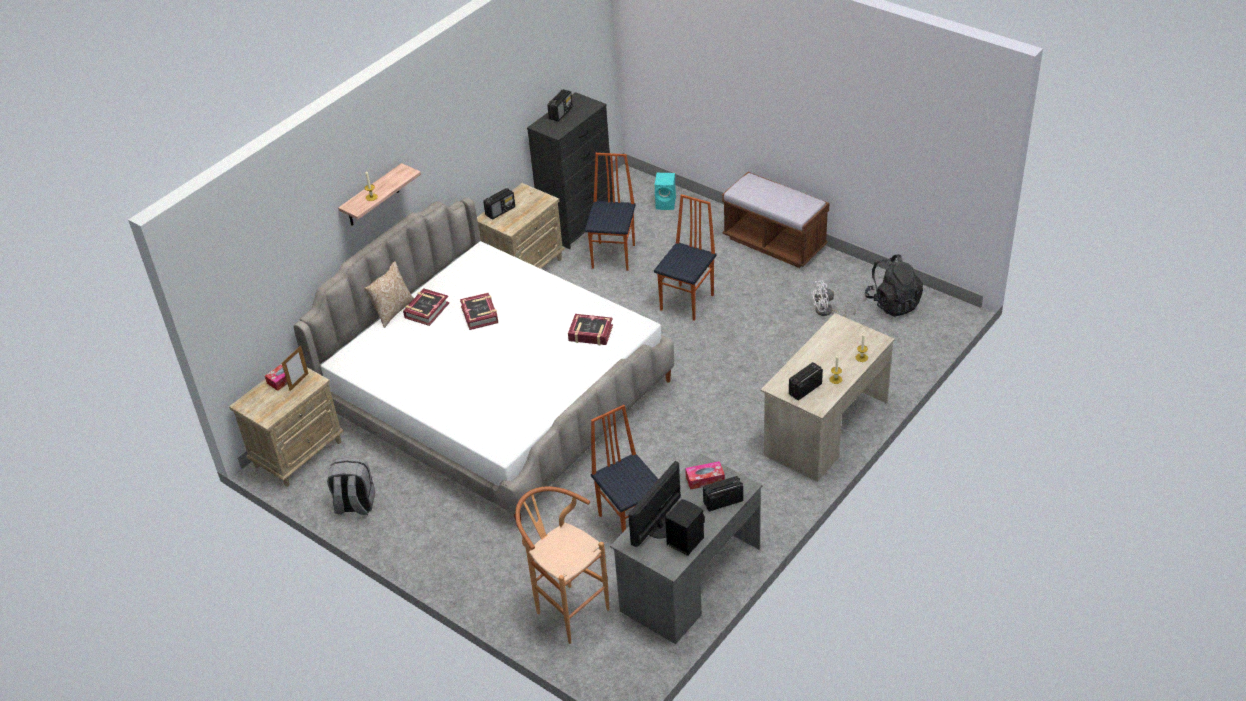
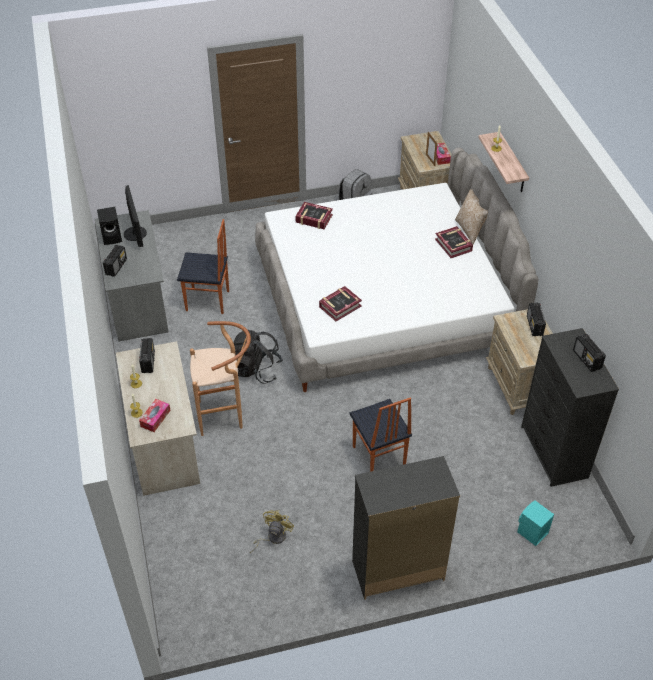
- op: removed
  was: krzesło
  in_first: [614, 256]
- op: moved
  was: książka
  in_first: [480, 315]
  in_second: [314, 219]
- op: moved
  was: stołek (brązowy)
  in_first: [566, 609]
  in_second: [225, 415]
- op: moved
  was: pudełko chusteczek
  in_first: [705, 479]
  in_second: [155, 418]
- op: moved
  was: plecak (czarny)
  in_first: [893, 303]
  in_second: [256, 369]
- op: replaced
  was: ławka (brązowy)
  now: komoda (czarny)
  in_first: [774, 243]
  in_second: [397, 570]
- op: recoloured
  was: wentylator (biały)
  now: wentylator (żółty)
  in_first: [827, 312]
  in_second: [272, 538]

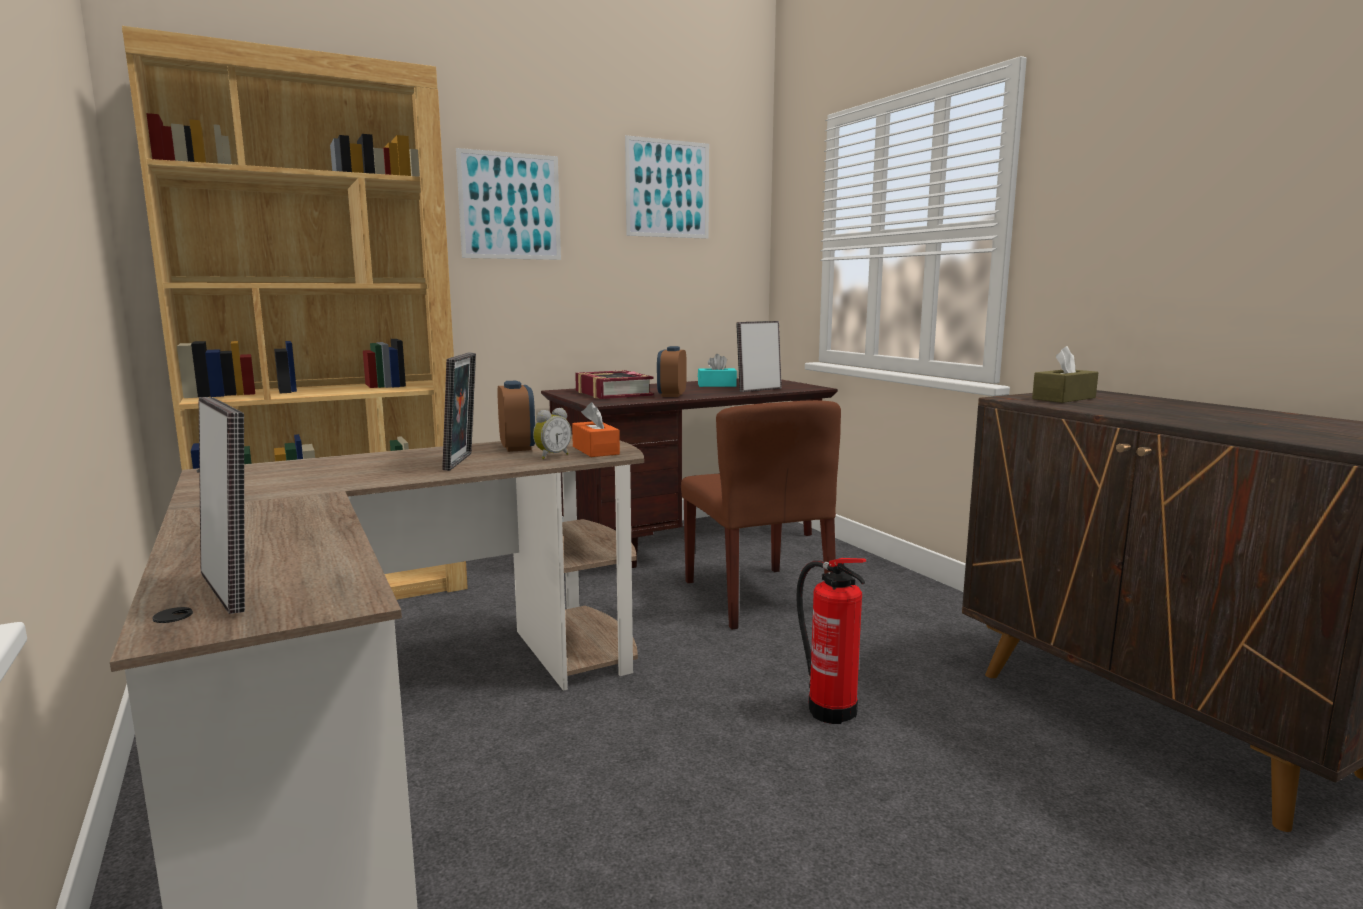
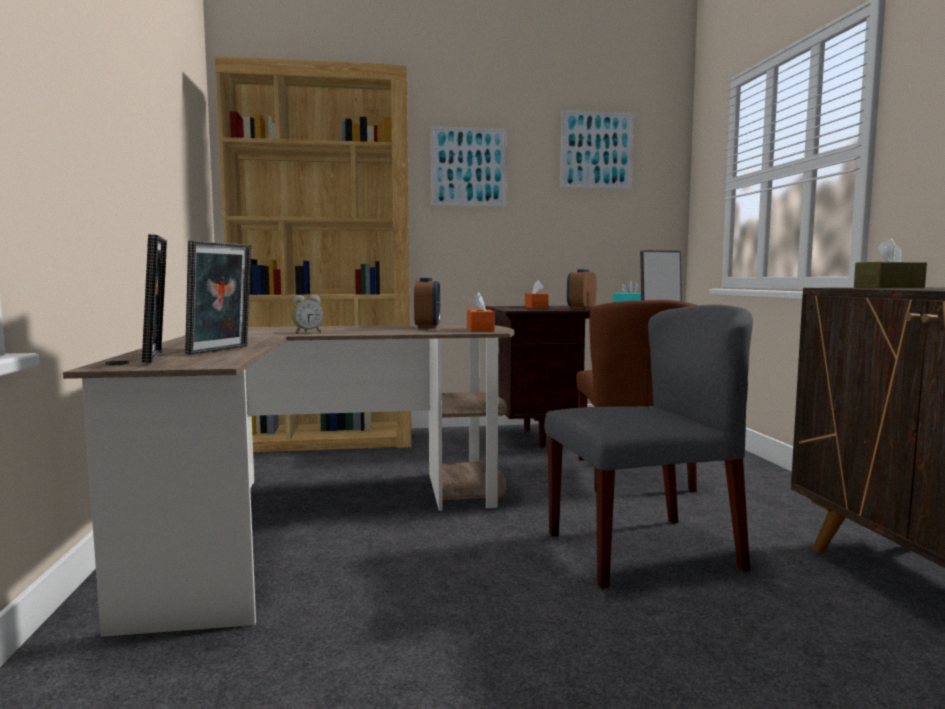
- op: moved
  was: ramka na zdjęcie
  in_first: [462, 462]
  in_second: [222, 350]
- op: moved
  was: budzik
  in_first: [551, 456]
  in_second: [307, 332]
- op: replaced
  was: książka
  now: pudełko chusteczek (pomarańczowy)
  in_first: [612, 393]
  in_second: [536, 307]
- op: replaced
  was: gaśnica
  now: krzesło (szary)
  in_first: [829, 708]
  in_second: [643, 550]

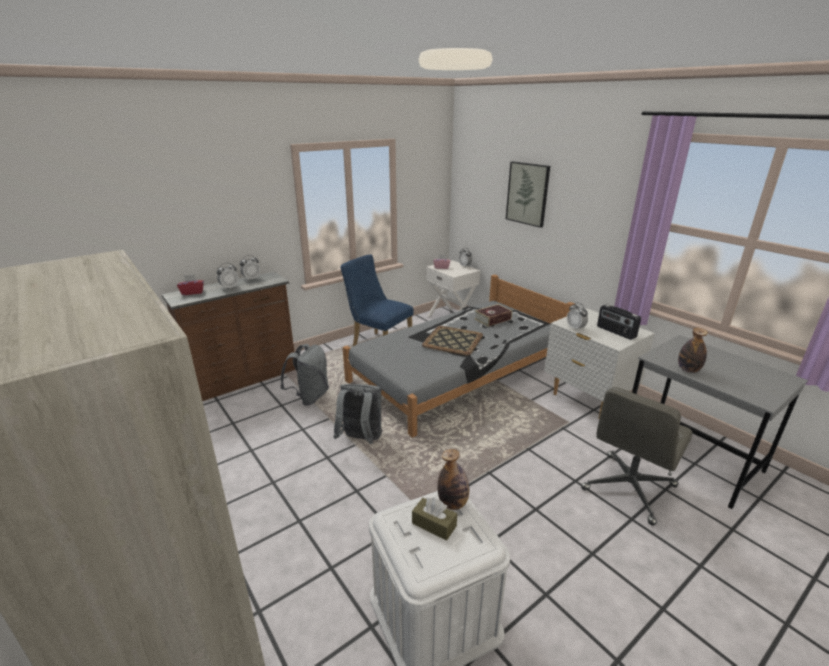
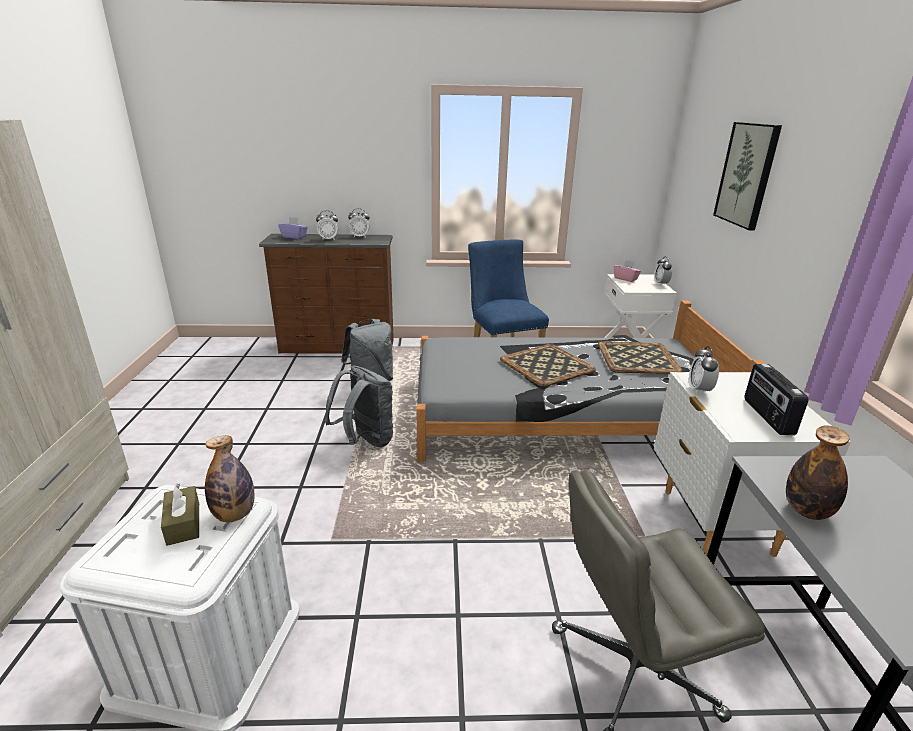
- op: replaced
  was: książka
  now: taca
  in_first: [493, 319]
  in_second: [637, 358]
- op: recoloured
  was: pudełko chusteczek (czerwony)
  now: pudełko chusteczek (fioletowy)
  in_first: [192, 292]
  in_second: [294, 237]

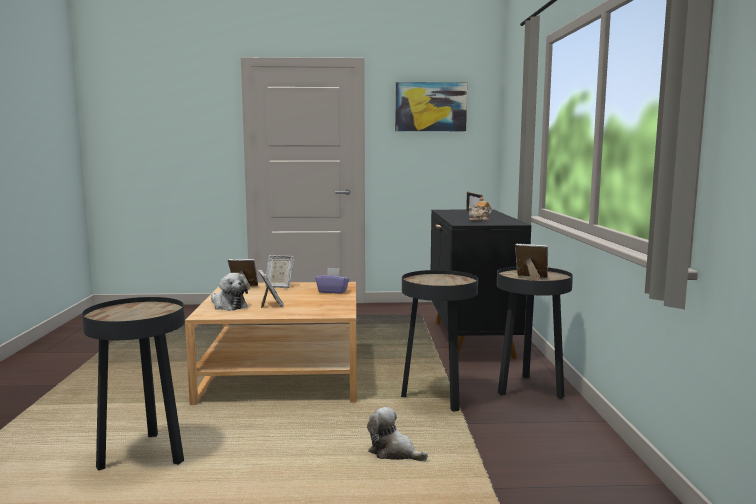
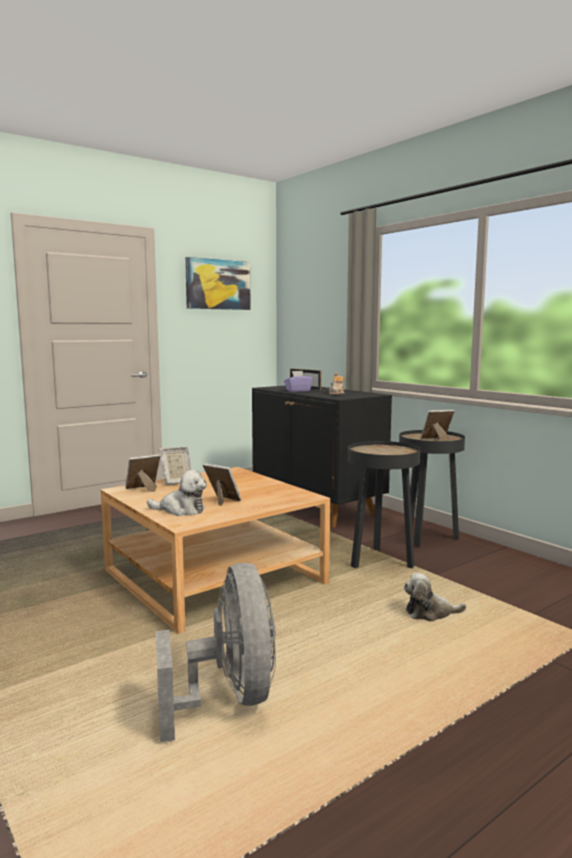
- op: moved
  was: pudełko chusteczek (fioletowy)
  in_first: [332, 291]
  in_second: [298, 391]
- op: replaced
  was: stolik (czarny)
  now: wentylator (szary)
  in_first: [144, 455]
  in_second: [229, 698]

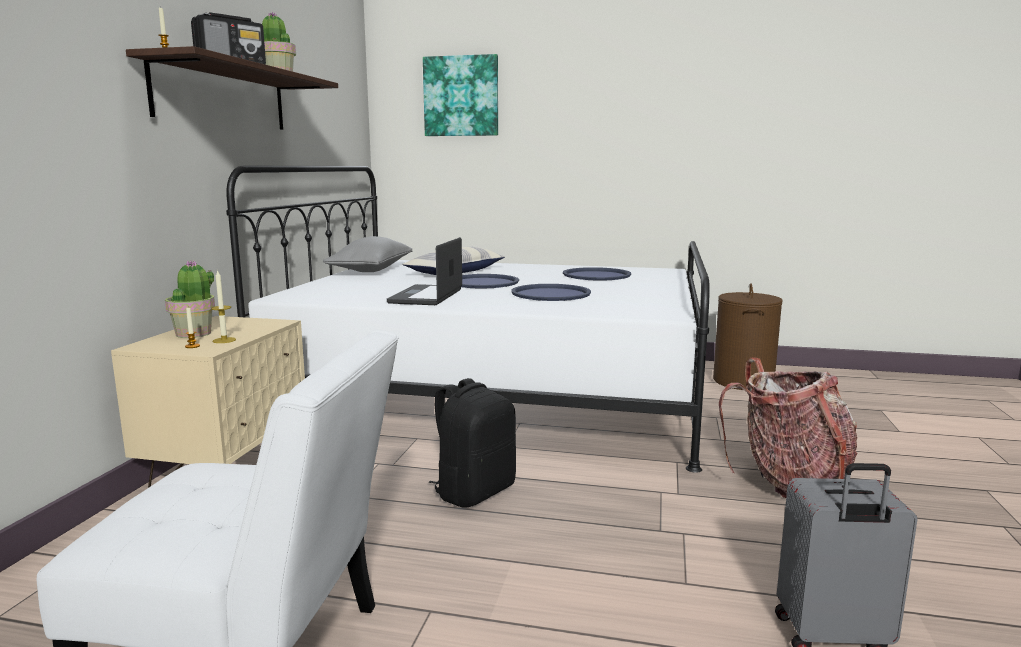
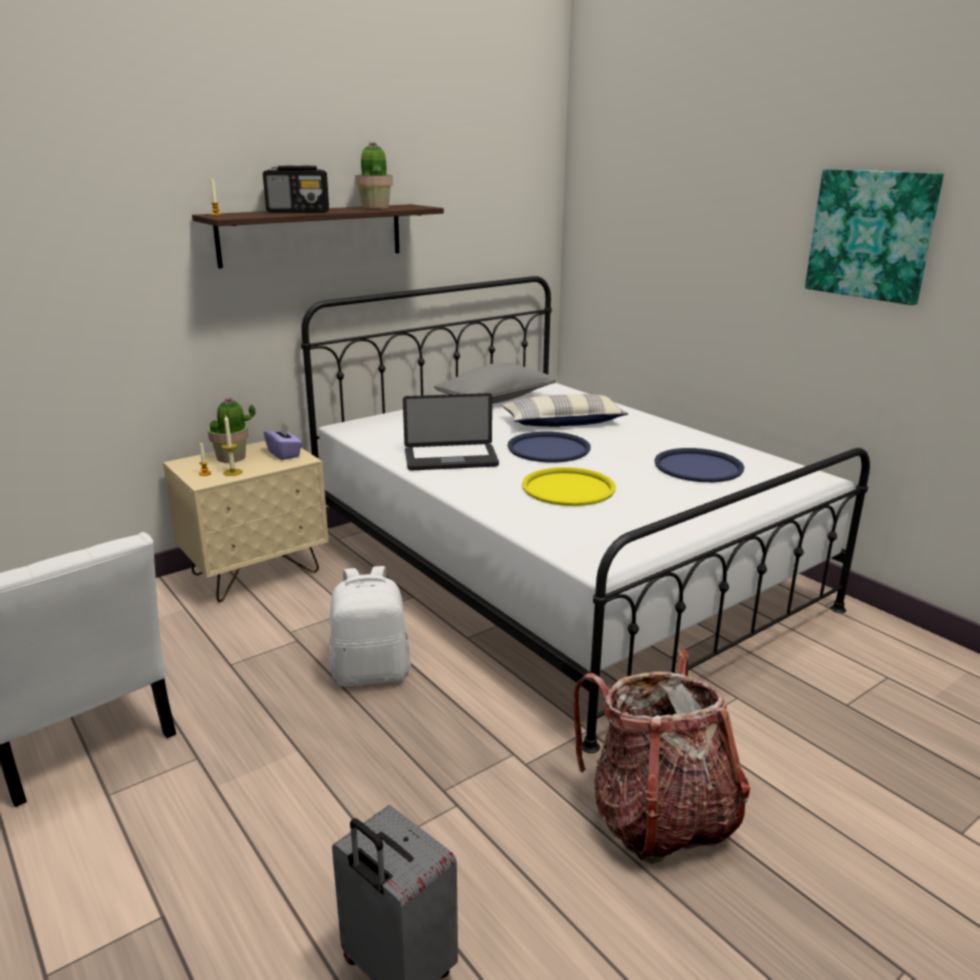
- op: removed
  was: kosz na pranie (brązowy)
  in_first: [743, 381]
- op: added
  now: pudełko chusteczek (fioletowy)
  in_second: [284, 454]
- op: moved
  was: obraz
  in_first: [461, 96]
  in_second: [871, 235]
- op: recoloured
  was: plecak (czarny)
  now: plecak (biały)
  in_first: [474, 491]
  in_second: [371, 673]
- op: recoloured
  was: taca (niebieski)
  now: taca (żółty)
  in_first: [551, 294]
  in_second: [568, 488]
- op: turned
  was: laptop
  in_first: [426, 296]
  in_second: [451, 459]
  clockwise: -150

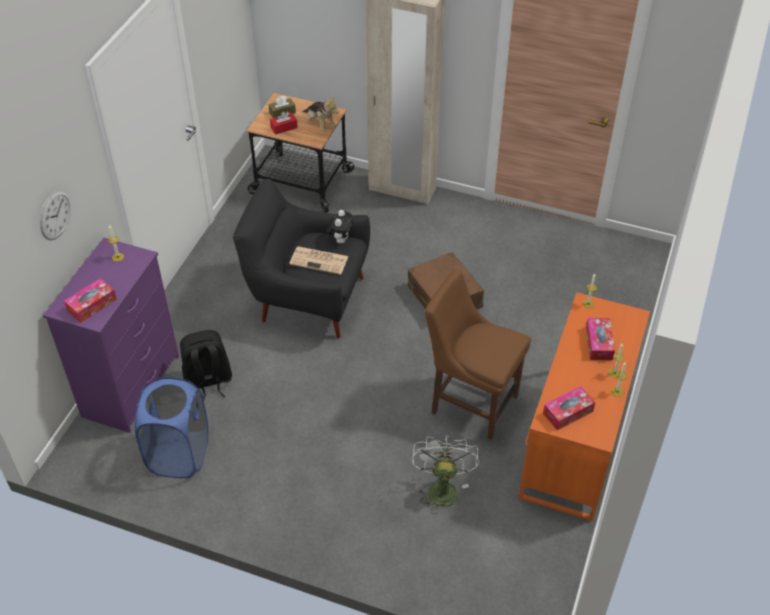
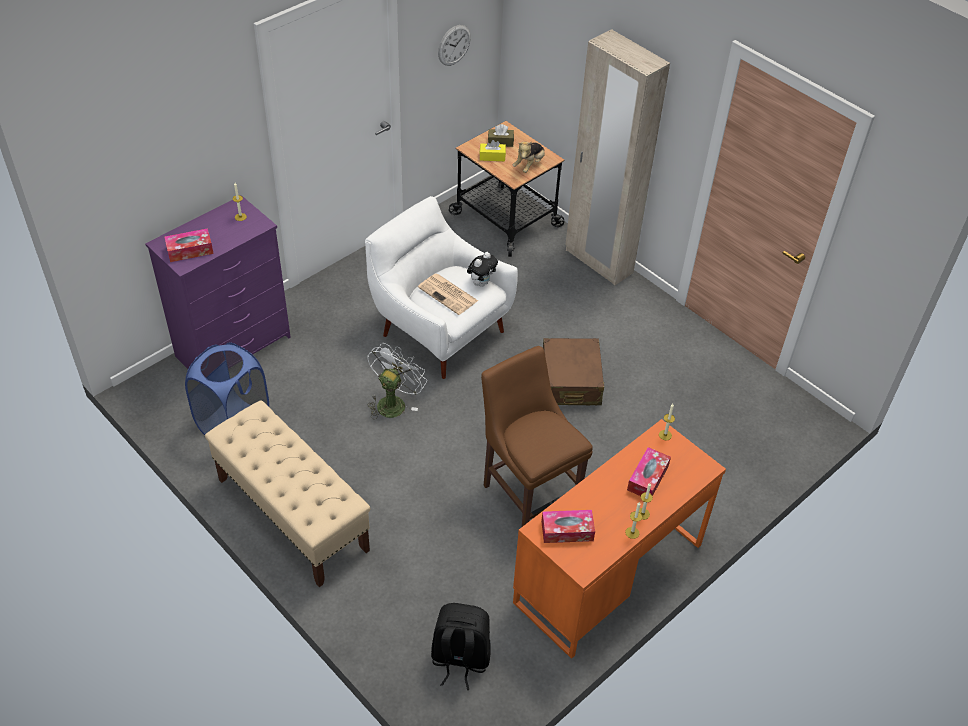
- op: added
  now: ławka (beżowy)
  in_second: [292, 514]
- op: moved
  was: zegar ścienny
  in_first: [55, 215]
  in_second: [454, 45]
- op: moved
  was: plecak (czarny)
  in_first: [208, 381]
  in_second: [460, 659]
- op: moved
  was: wentylator (biały)
  in_first: [441, 488]
  in_second: [393, 402]
- op: recoloured
  was: fotel (czarny)
  now: fotel (biały)
  in_first: [307, 298]
  in_second: [439, 330]
- op: recoloured
  was: pudełko chusteczek (czerwony)
  now: pudełko chusteczek (żółty)
  in_first: [284, 127]
  in_second: [492, 156]
- op: turned
  was: pluszak
  in_first: [320, 124]
  in_second: [529, 165]
  clockwise: 45

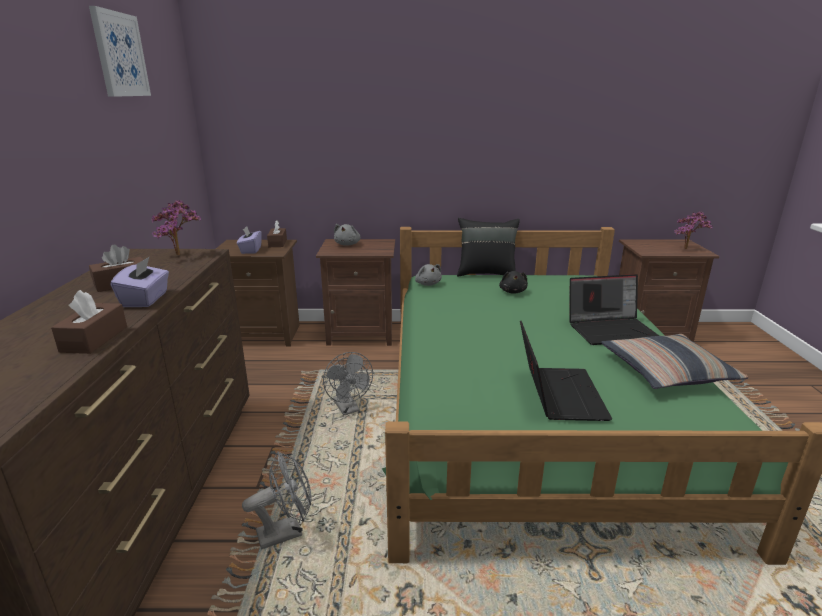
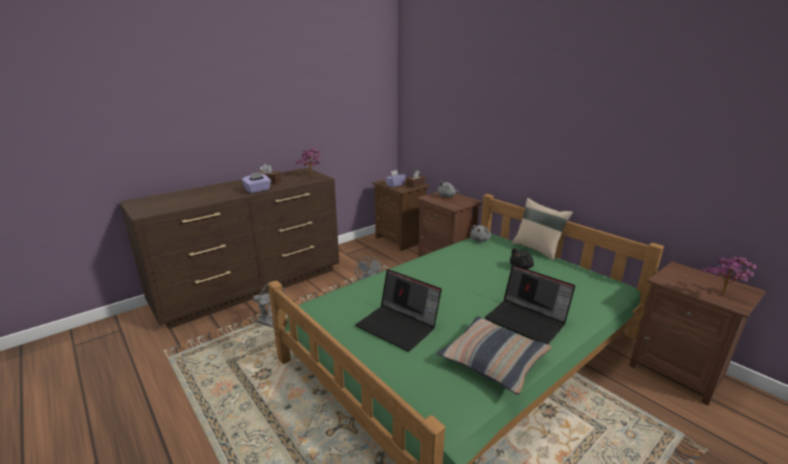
- op: removed
  was: pudełko chusteczek (brązowy)
  in_first: [94, 339]
- op: removed
  was: obraz
  in_first: [120, 55]
- op: recoloured
  was: poduszka (czarny)
  now: poduszka (beżowy)
  in_first: [486, 273]
  in_second: [537, 249]
- op: turned
  was: laptop
  in_first: [557, 393]
  in_second: [399, 326]
  clockwise: 75

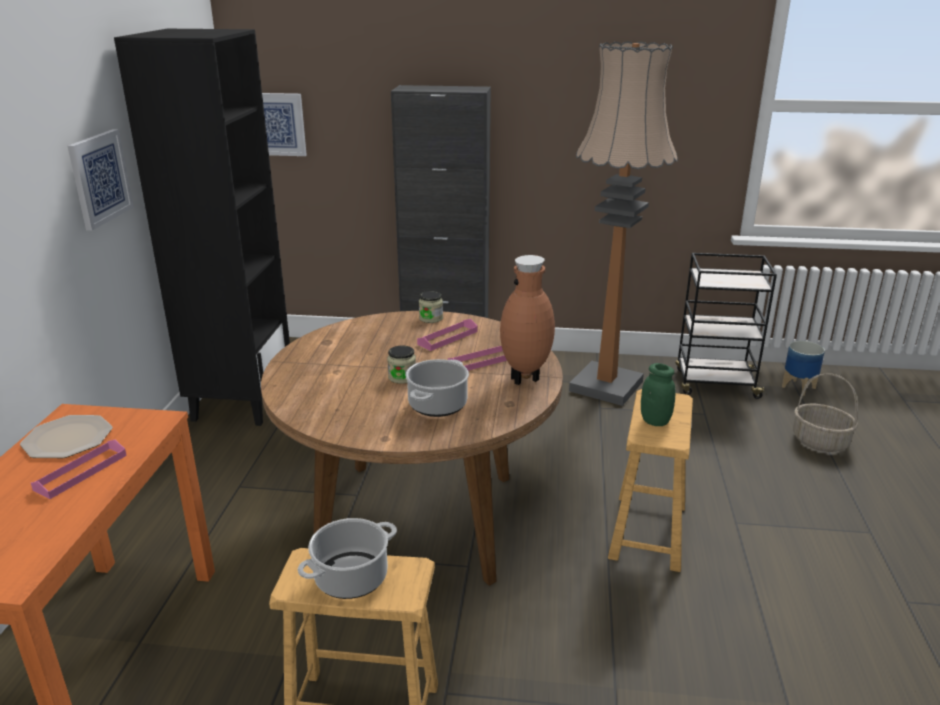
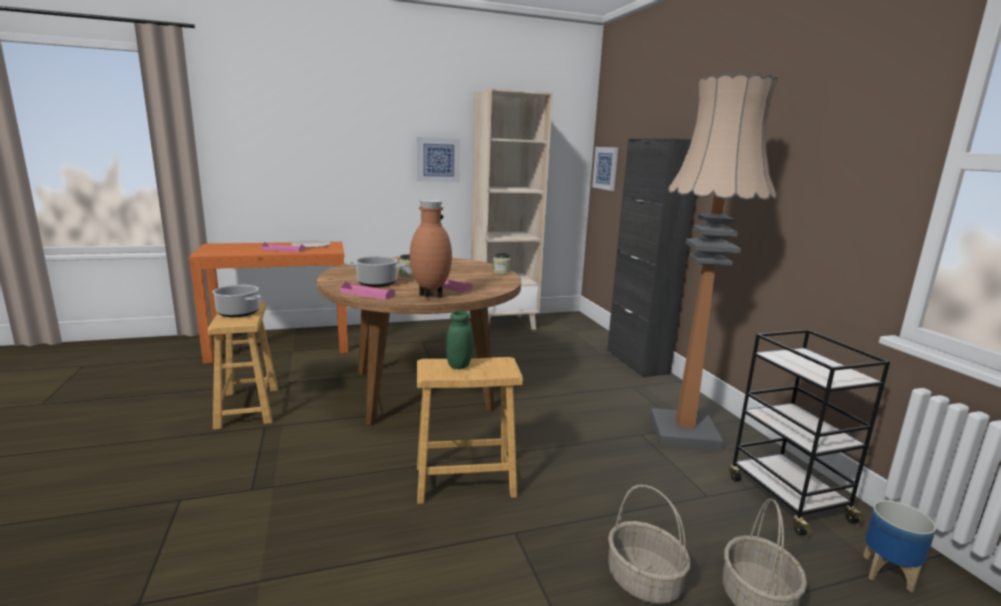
- op: added
  now: koszyk
  in_second: [642, 581]
- op: moved
  was: taca (różowy)
  in_first: [447, 338]
  in_second: [367, 294]
- op: recoloured
  was: regał (czarny)
  now: regał (beżowy)
  in_first: [241, 401]
  in_second: [503, 324]

